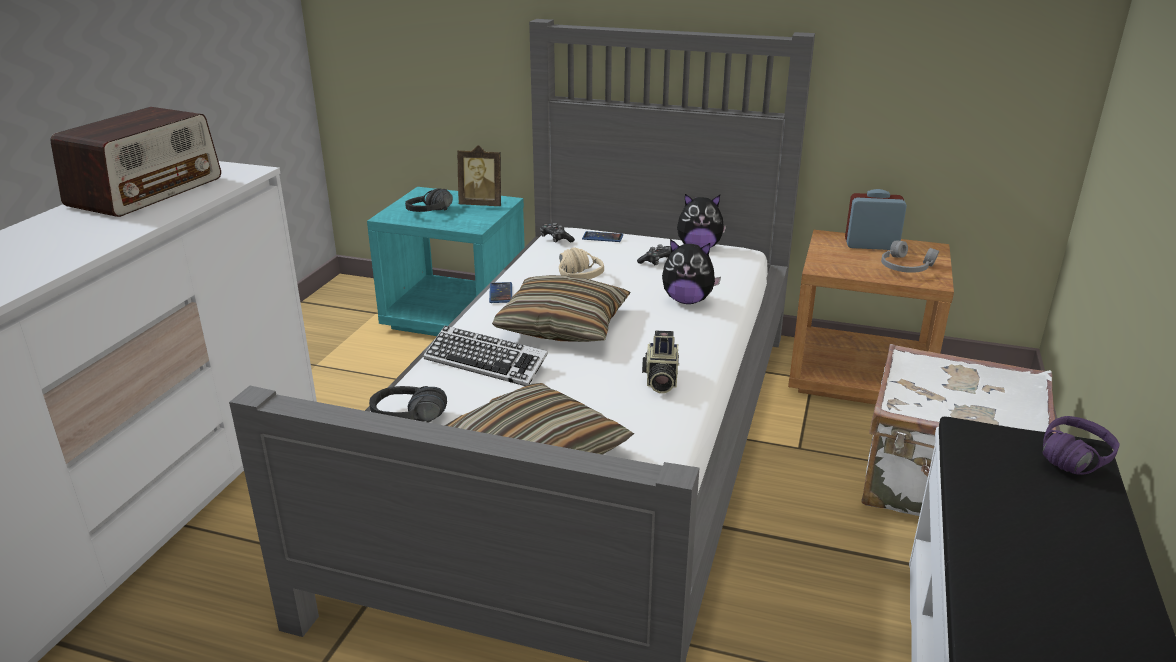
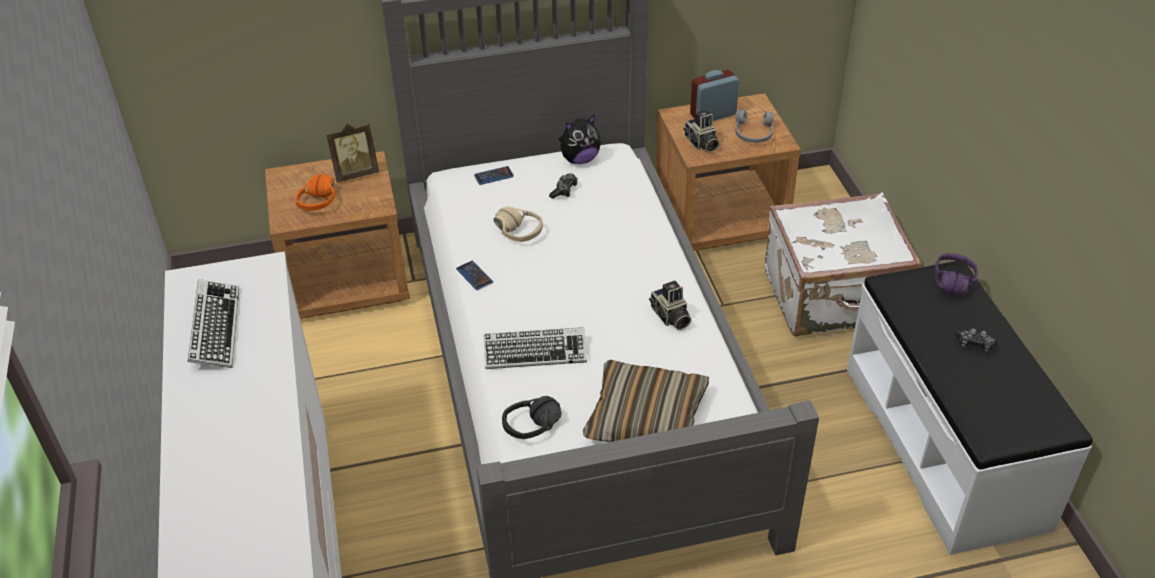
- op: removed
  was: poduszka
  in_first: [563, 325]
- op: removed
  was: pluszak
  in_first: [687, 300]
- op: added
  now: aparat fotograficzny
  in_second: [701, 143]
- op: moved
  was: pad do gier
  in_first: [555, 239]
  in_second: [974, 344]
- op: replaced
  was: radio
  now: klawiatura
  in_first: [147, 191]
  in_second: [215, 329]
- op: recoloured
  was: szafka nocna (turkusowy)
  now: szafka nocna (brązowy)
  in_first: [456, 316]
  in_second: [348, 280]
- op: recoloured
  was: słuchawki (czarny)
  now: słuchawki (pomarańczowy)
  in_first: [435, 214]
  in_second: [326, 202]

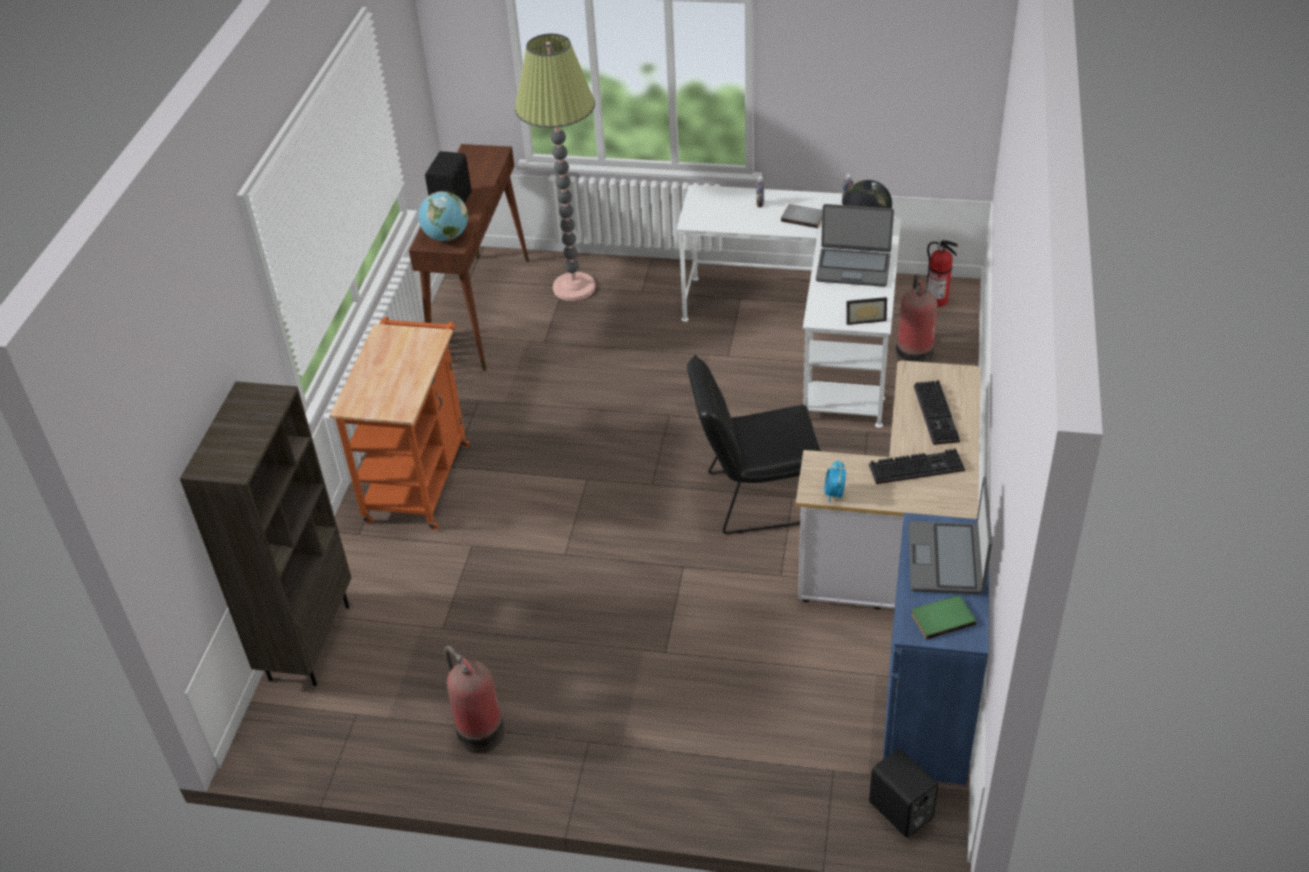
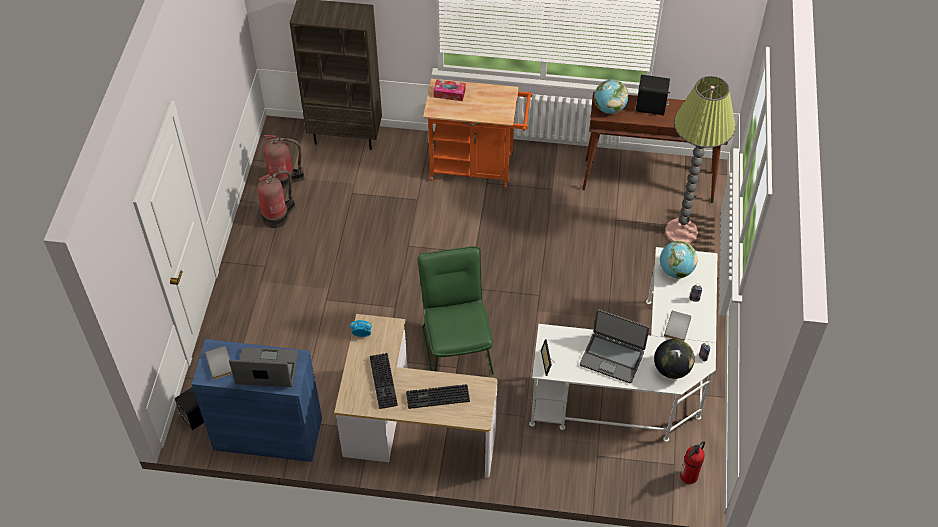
- op: added
  now: pudełko chusteczek
  in_second: [449, 93]
- op: added
  now: globus
  in_second: [675, 271]
- op: moved
  was: gaśnica
  in_first: [913, 354]
  in_second: [284, 179]
- op: recoloured
  was: krzesło (czarny)
  now: krzesło (zielony)
  in_first: [755, 498]
  in_second: [456, 345]
- op: recoloured
  was: książka (zielony)
  now: książka (szary)
  in_first: [941, 617]
  in_second: [221, 363]
- op: turned
  was: laptop
  in_first: [853, 268]
  in_second: [612, 357]
  clockwise: -75

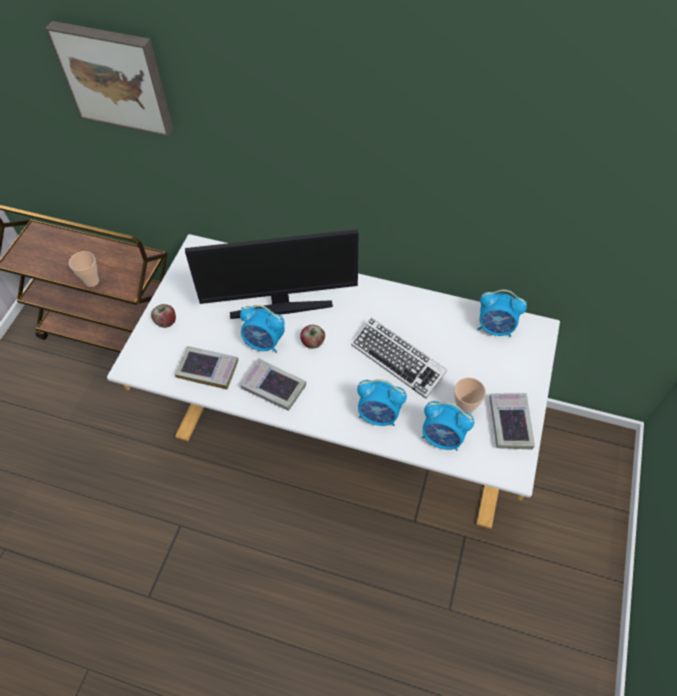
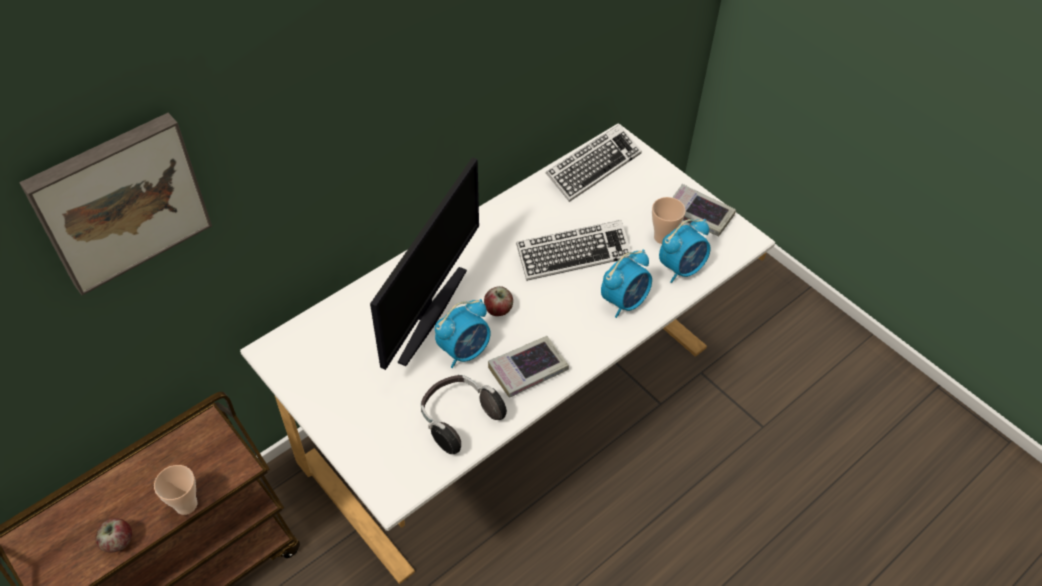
- op: moved
  was: jabłko
  in_first: [166, 322]
  in_second: [118, 541]
- op: replaced
  was: książka
  now: słuchawki
  in_first: [208, 370]
  in_second: [459, 419]
- op: replaced
  was: budzik
  now: klawiatura
  in_first: [495, 328]
  in_second: [593, 167]

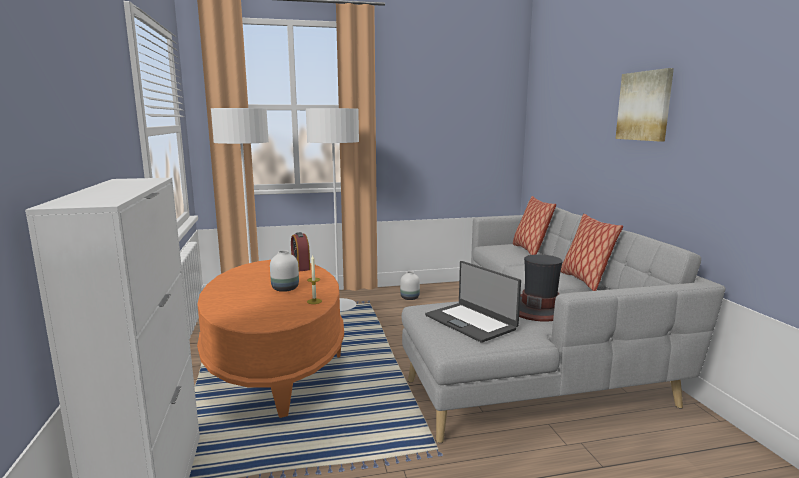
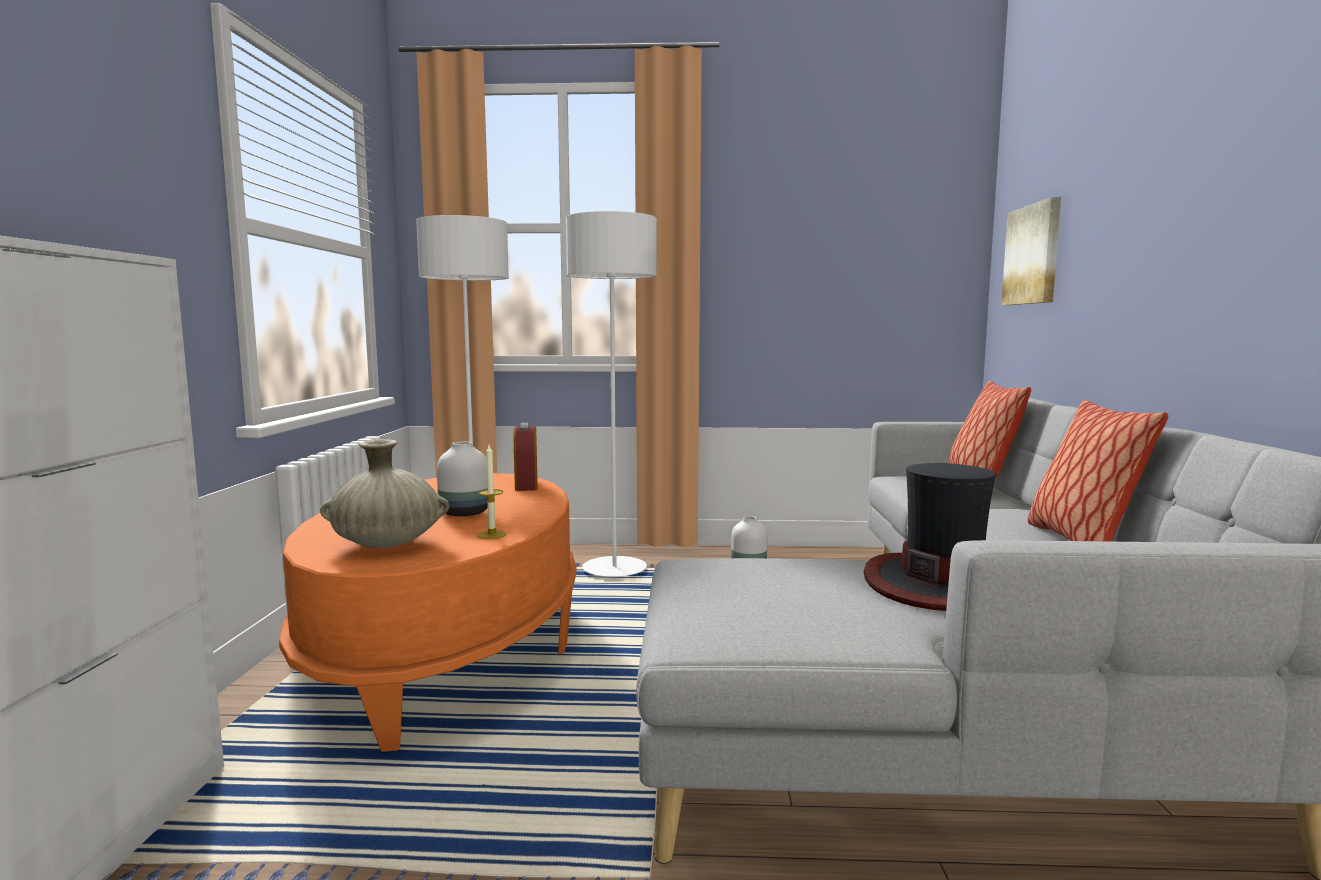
- op: removed
  was: laptop
  in_first: [471, 322]
- op: added
  now: wazon (beżowy)
  in_second: [387, 544]
- op: moved
  was: obraz
  in_first: [645, 106]
  in_second: [1033, 255]

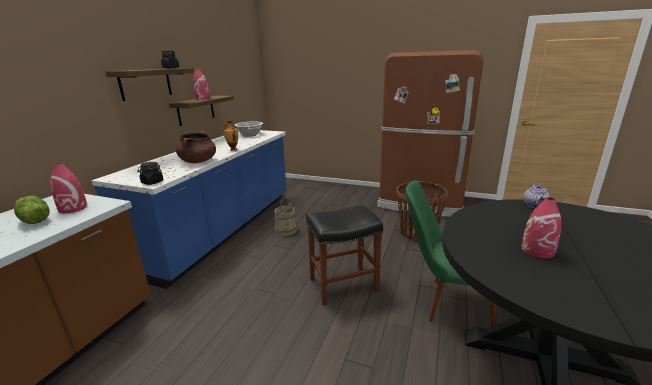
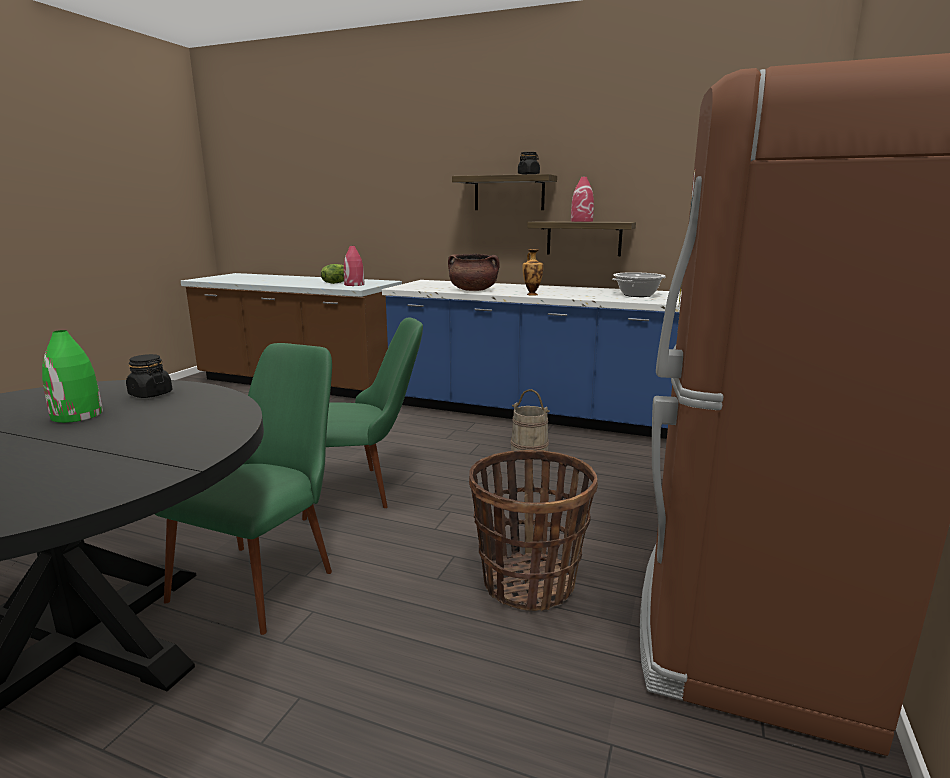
- op: removed
  was: imbryk
  in_first: [535, 205]
- op: moved
  was: słoik (czarny)
  in_first: [152, 182]
  in_second: [150, 394]
- op: replaced
  was: stołek (czarny)
  now: krzesło (zielony)
  in_first: [344, 284]
  in_second: [361, 490]
- op: recoloured
  was: wazon (czerwony)
  now: wazon (zielony)
  in_first: [537, 250]
  in_second: [77, 415]

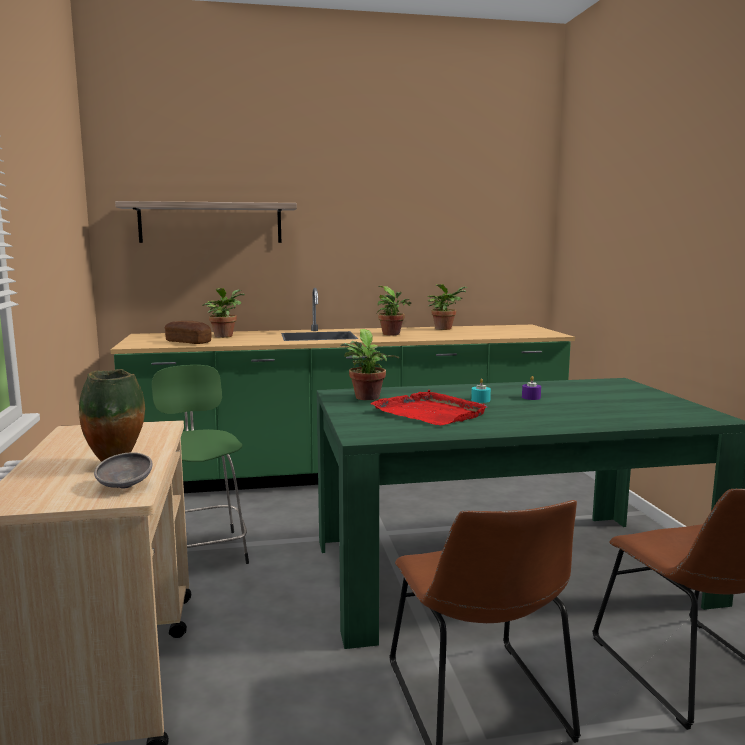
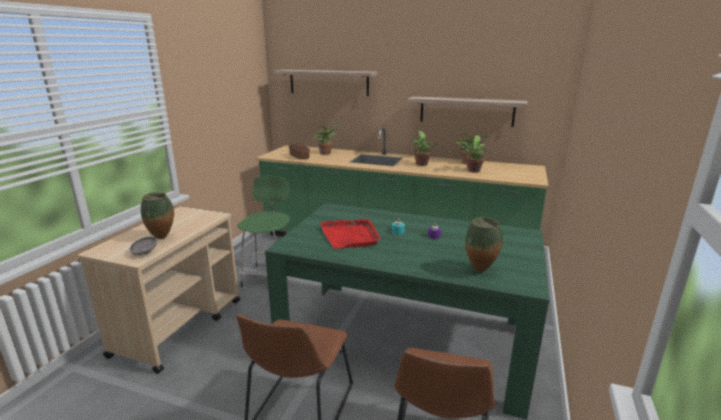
- op: added
  now: półka
  in_second: [466, 111]
- op: added
  now: wazon
  in_second: [480, 271]
- op: moved
  was: roślina doniczkowa
  in_first: [367, 398]
  in_second: [473, 171]

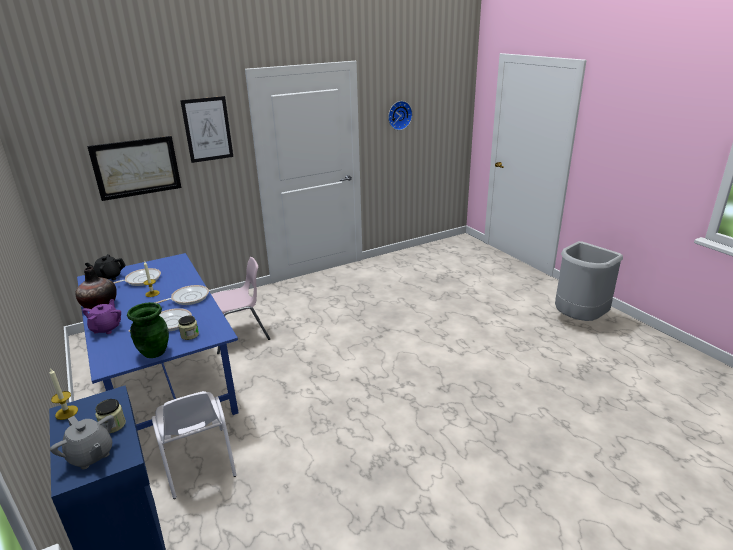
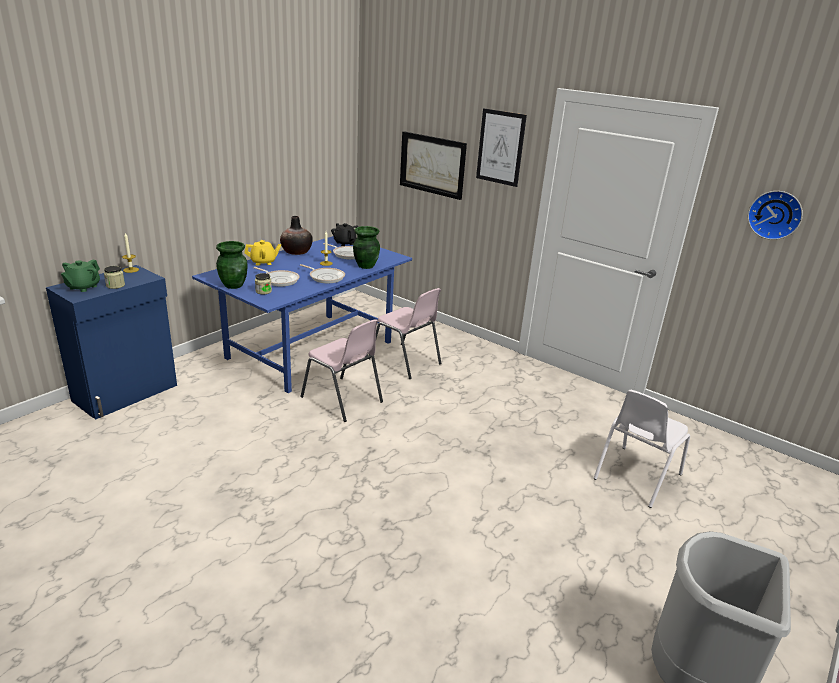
- op: added
  now: krzesło (różowy)
  in_second: [343, 400]
- op: added
  now: wazon (zielony)
  in_second: [365, 266]
- op: moved
  was: krzesło (biały)
  in_first: [198, 463]
  in_second: [635, 476]
- op: recoloured
  was: imbryk (szary)
  now: imbryk (zielony)
  in_first: [91, 455]
  in_second: [83, 287]
- op: recoloured
  was: imbryk (fioletowy)
  now: imbryk (żółty)
  in_first: [106, 328]
  in_second: [263, 262]

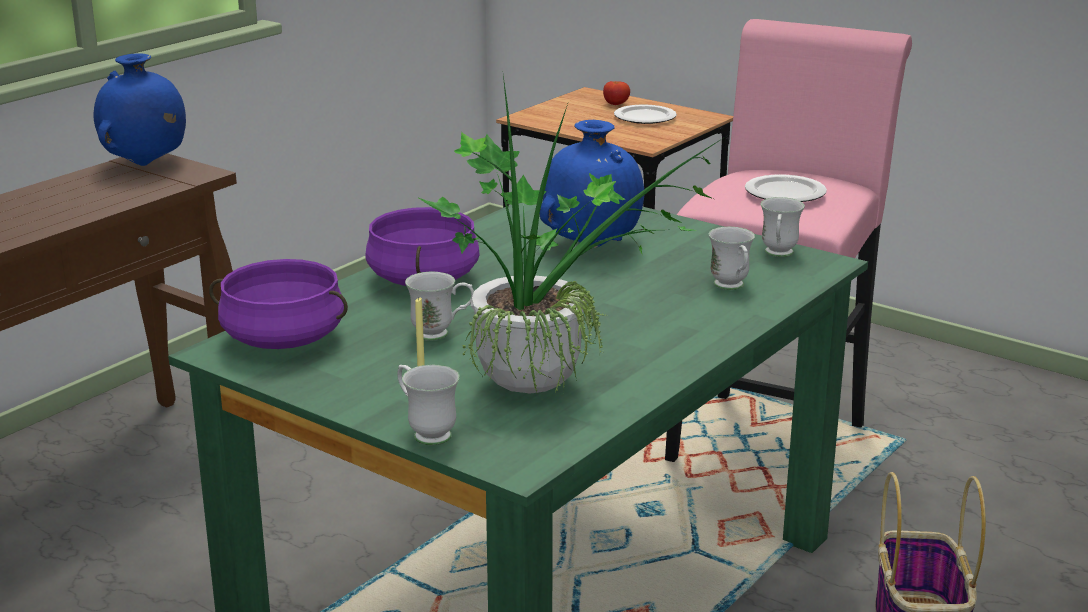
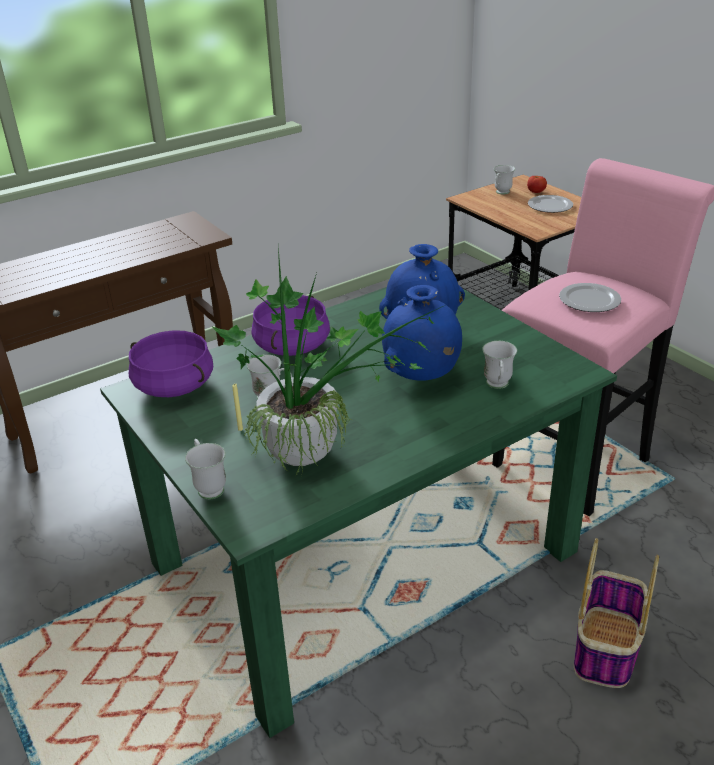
- op: moved
  was: wazon (niebieski)
  in_first: [145, 165]
  in_second: [421, 378]
- op: moved
  was: kubek (biały)
  in_first: [778, 255]
  in_second: [501, 193]

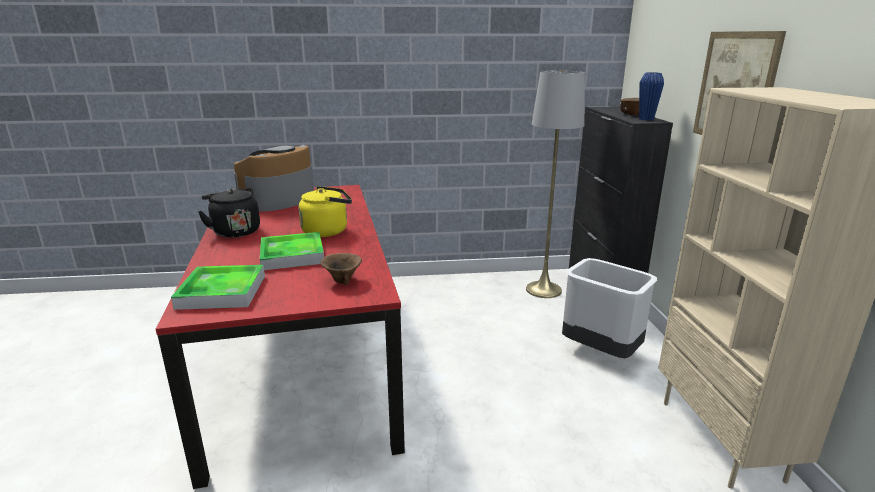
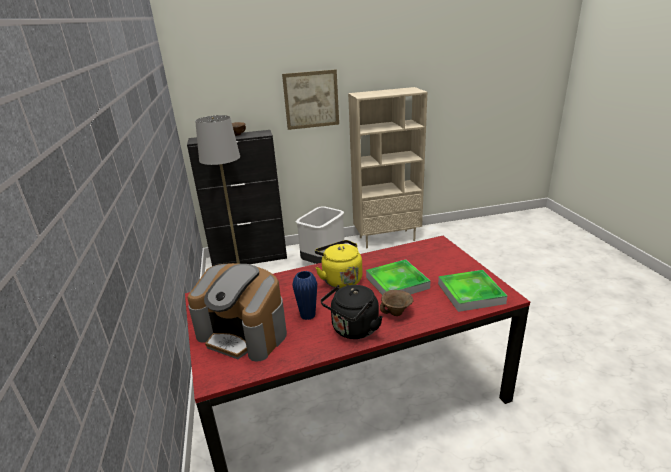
- op: moved
  was: miska (brązowy)
  in_first: [342, 281]
  in_second: [396, 313]
- op: moved
  was: wazon (niebieski)
  in_first: [646, 119]
  in_second: [308, 315]

